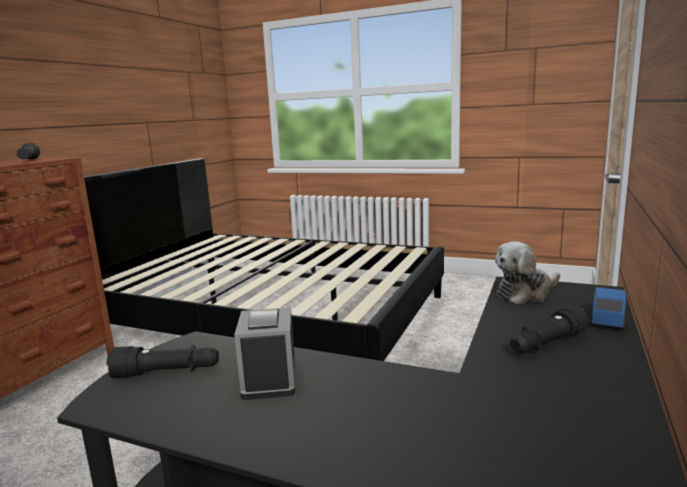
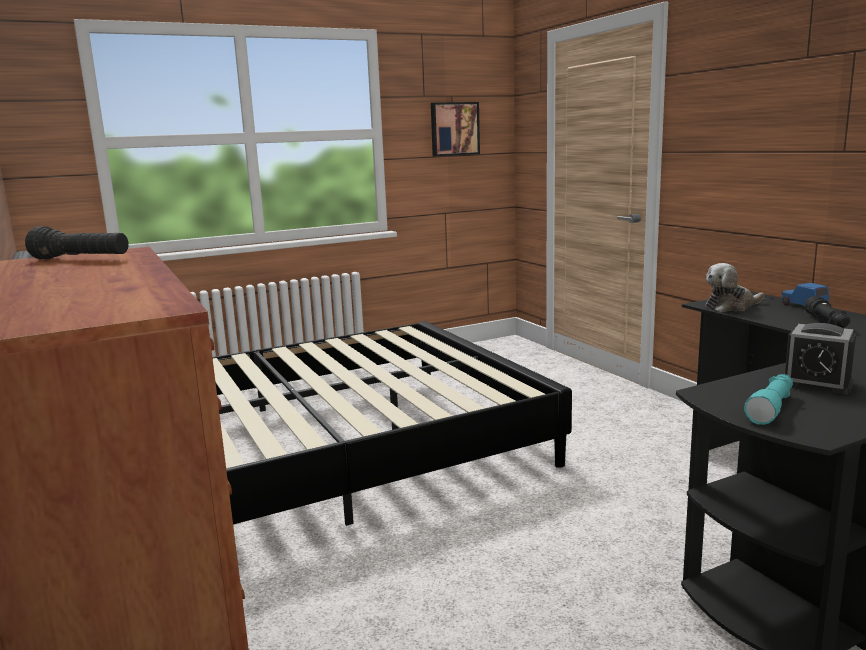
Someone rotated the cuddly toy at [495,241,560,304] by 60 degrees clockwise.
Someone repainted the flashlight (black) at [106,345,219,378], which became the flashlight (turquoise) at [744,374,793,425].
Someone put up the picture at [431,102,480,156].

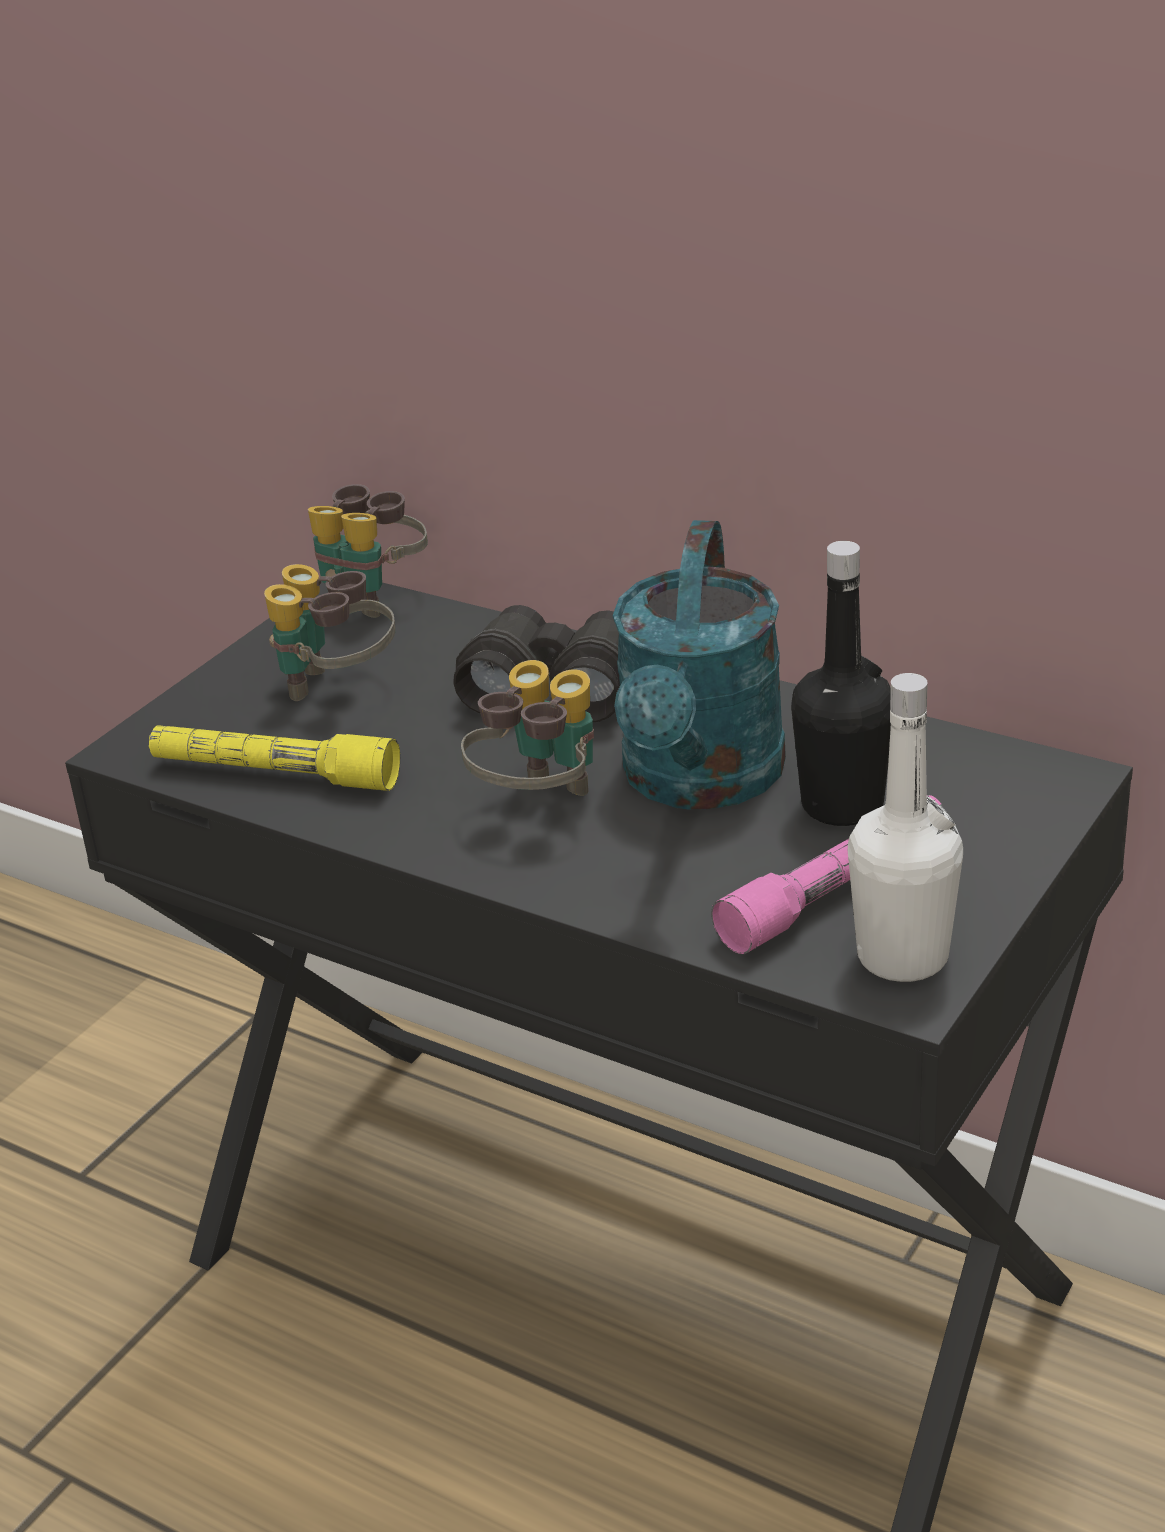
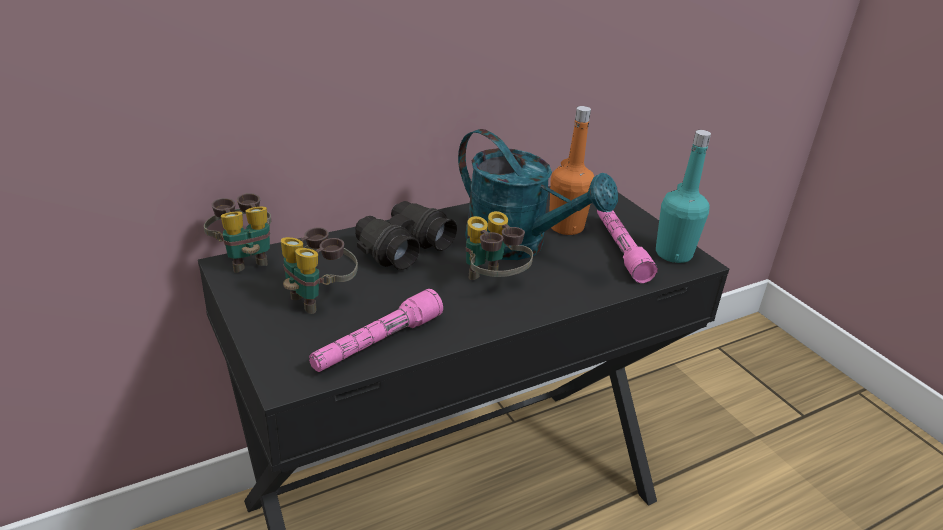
Someone repainted the bottle (black) at [791,541,891,826], which became the bottle (orangey) at [549,106,594,235].
Someone repainted the bottle (white-coloured) at [848,673,963,982], which became the bottle (turquoise) at [656,130,711,263].
Someone repainted the flashlight (yellow-coloured) at [149,725,400,791], which became the flashlight (pinkish) at [309,289,443,372].

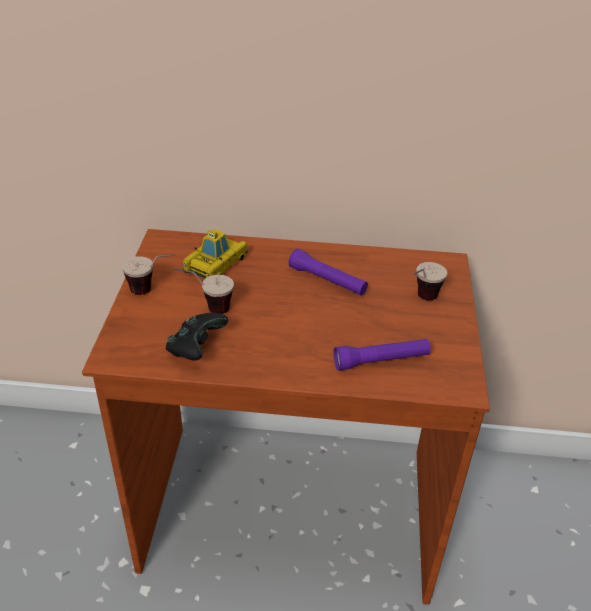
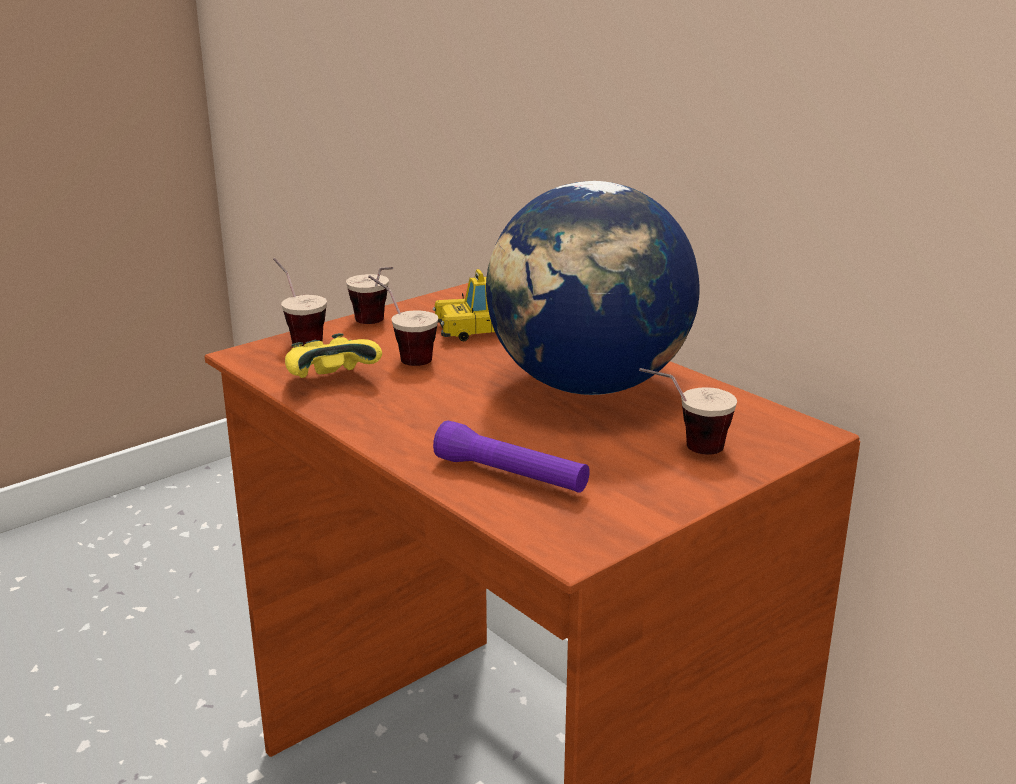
Someone swapped the flashlight (purple-coloured) at [289,249,368,296] for the globe at [486,181,700,395].
Someone repainted the gamepad (black) at [166,313,228,360], which became the gamepad (yellow-coloured) at [285,333,382,378].
Someone put down the cup at [273,258,327,346].

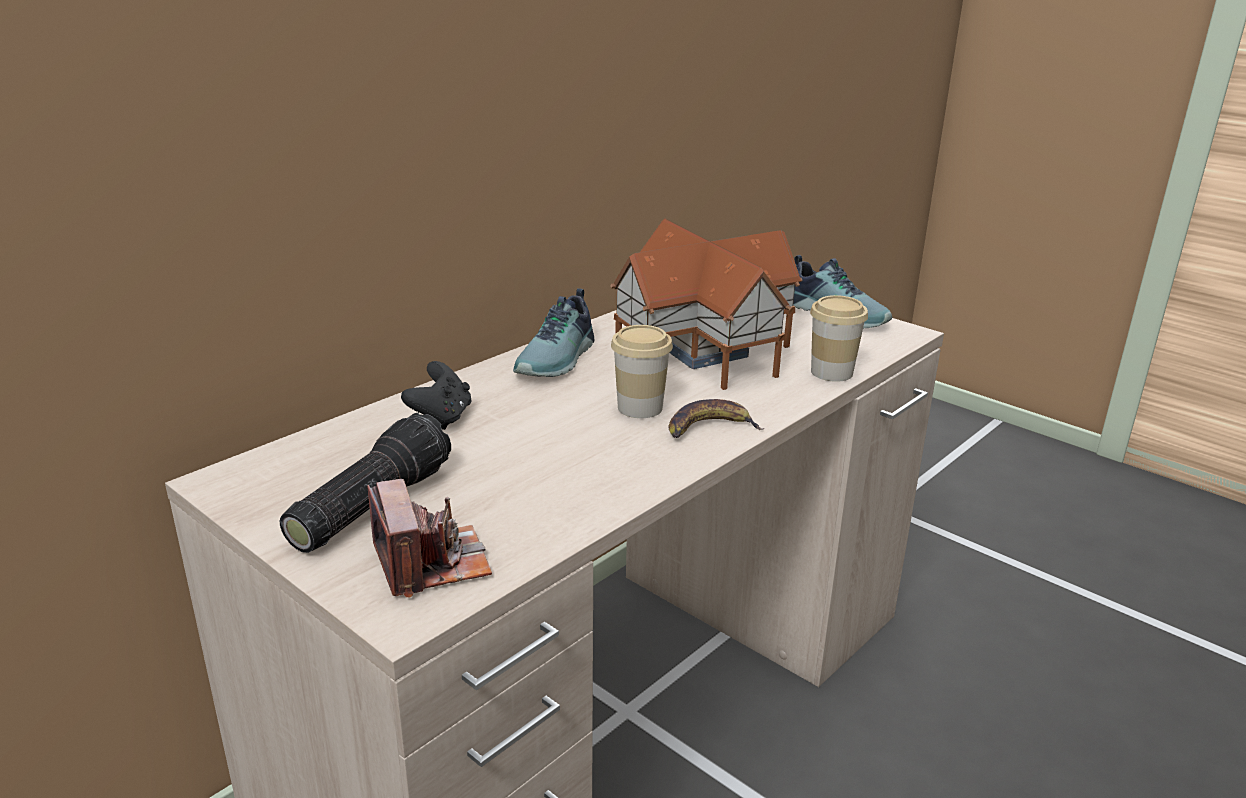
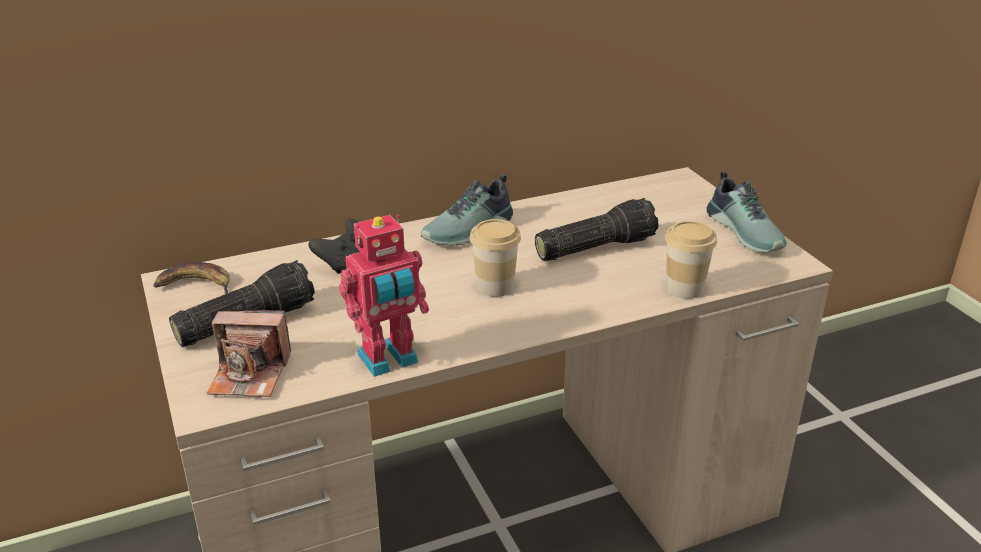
Someone swapped the miniature house at [610,219,803,390] for the flashlight at [535,198,658,261].
Someone carried the banana from [669,399,764,438] to [153,262,230,294].
Someone rotated the still camera at [367,479,492,598] by 90 degrees clockwise.
Someone put down the robot figure at [339,215,429,377].

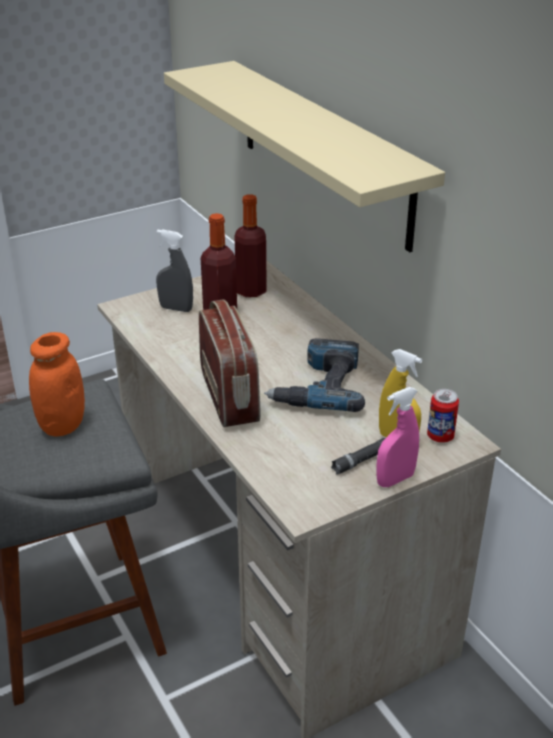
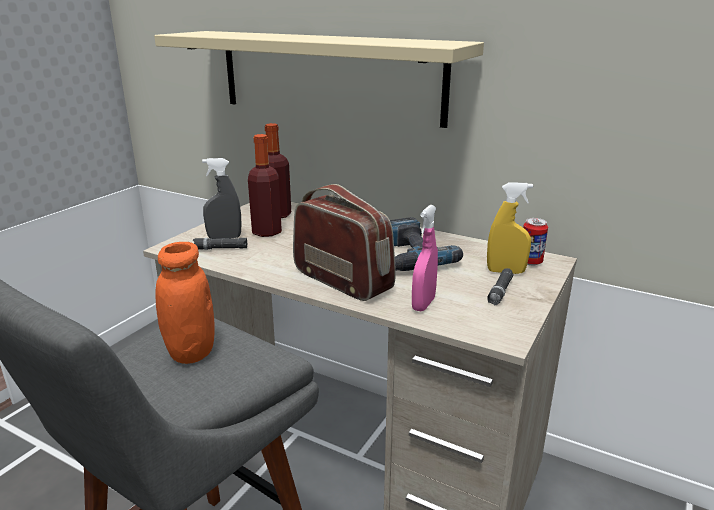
Someone carried the hand sprayer (pinkish) from [376,387,419,487] to [412,205,438,311].
Someone put down the flashlight (black) at [193,238,247,250].

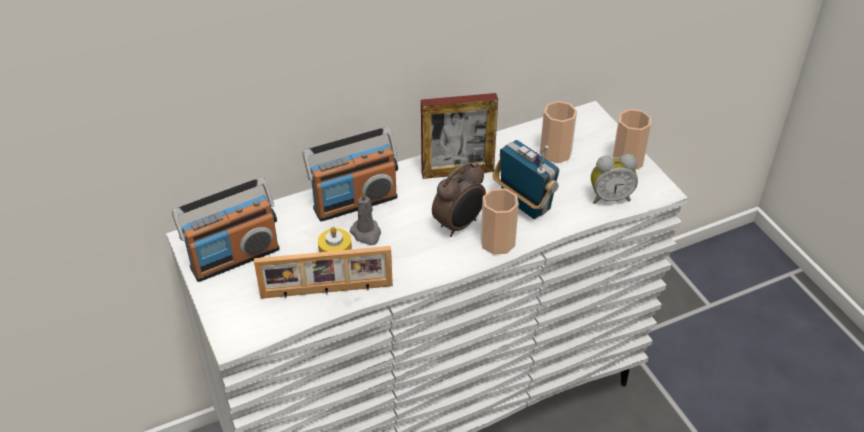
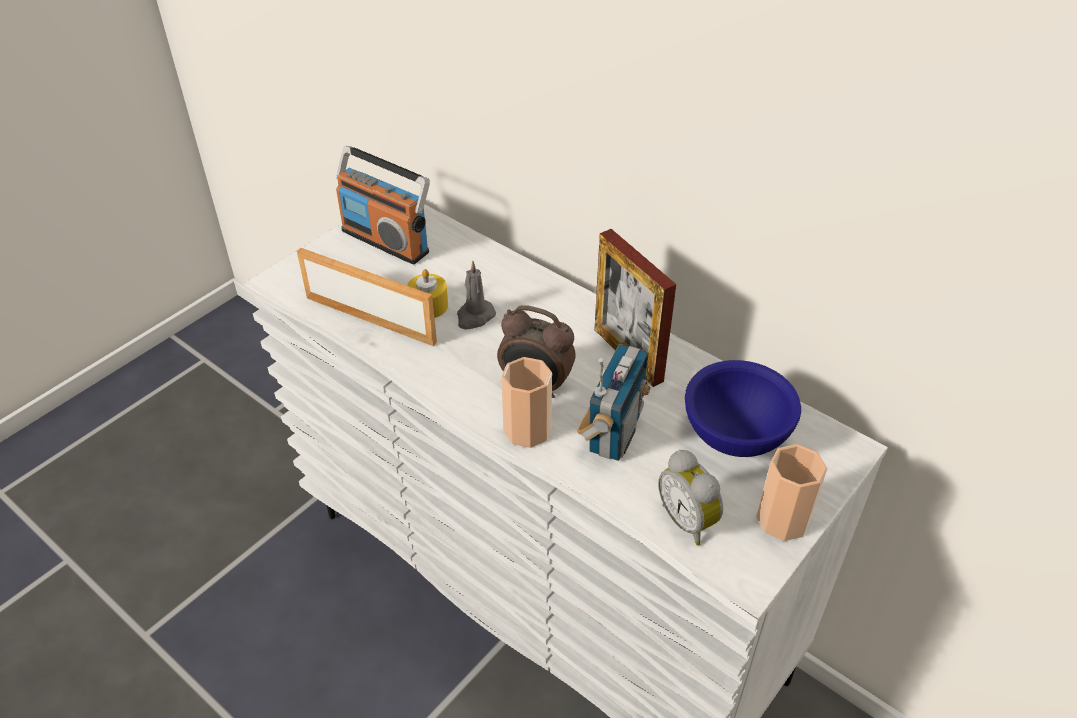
Someone swapped the cup at [540,101,577,163] for the bowl (blue) at [685,360,801,457].
Someone took away the radio at [302,127,398,221].
Someone rotated the standing frame at [254,246,393,299] by 150 degrees clockwise.

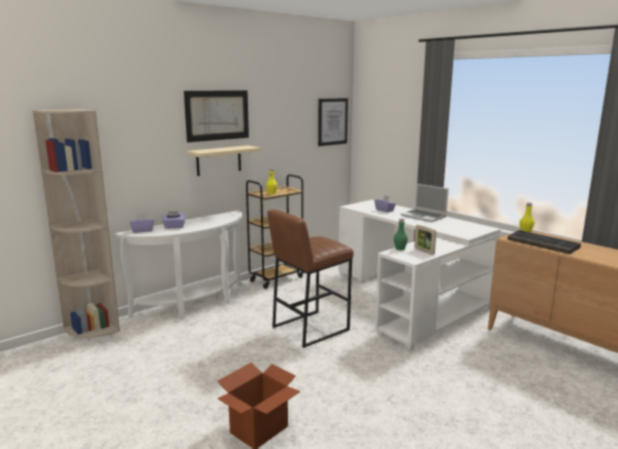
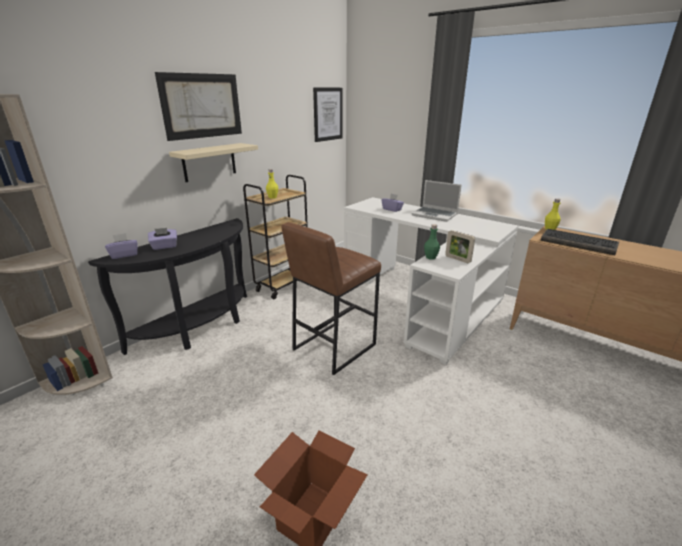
Someone repainted the hall table (white-coloured) at [115,210,242,319], which became the hall table (black) at [88,218,247,355].

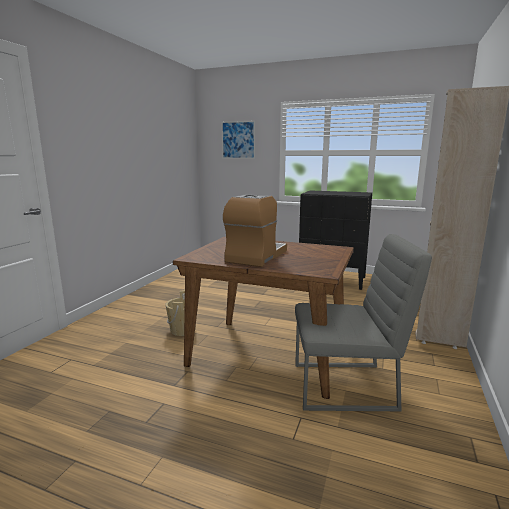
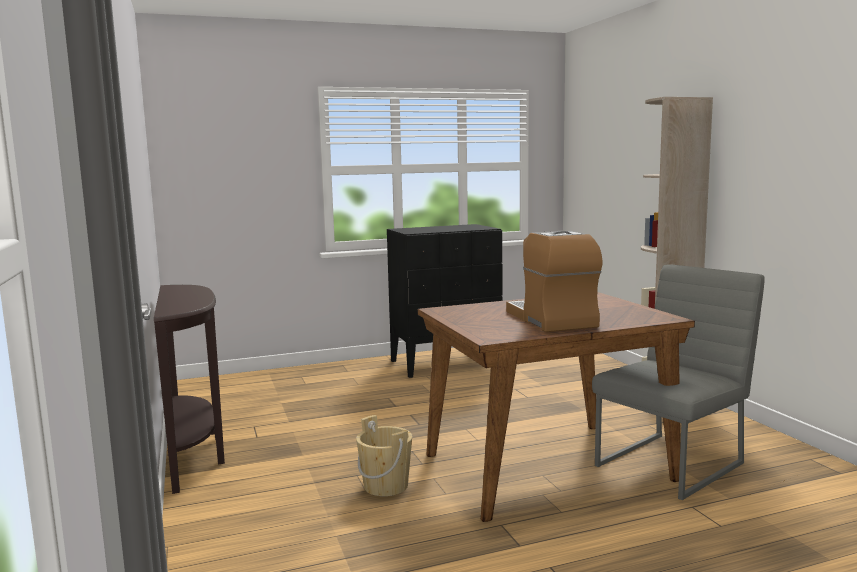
Someone took away the picture at [221,120,255,159].
Someone put down the hall table (brown) at [154,285,225,494].

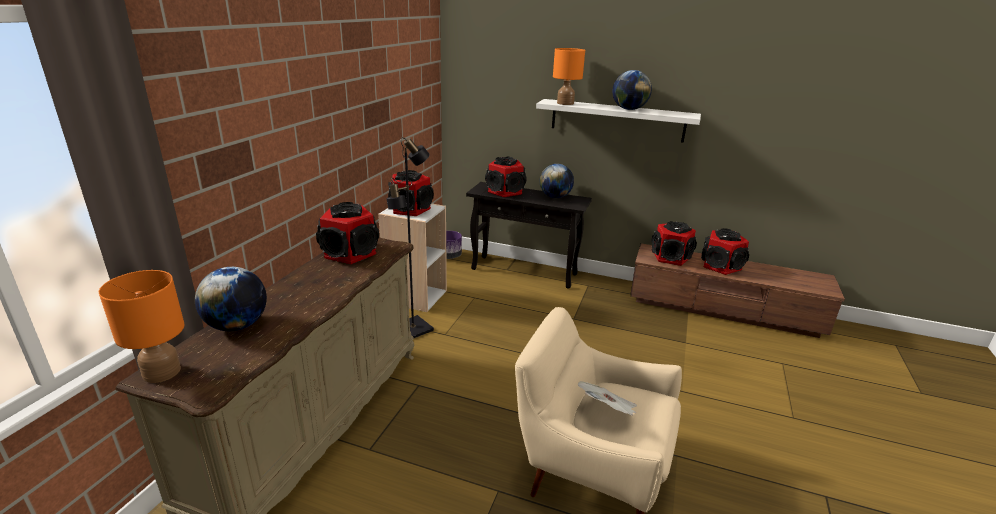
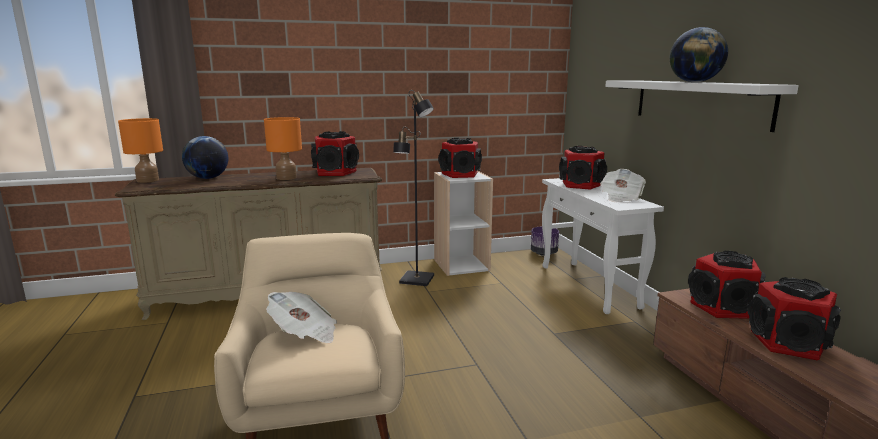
Someone carried the tabletop lamp (orangey) from [553,48,585,105] to [264,117,302,180].
Someone swapped the globe at [540,164,574,198] for the daily paper at [600,169,646,202].
Someone repainted the hall table (black) at [466,182,592,289], which became the hall table (white-coloured) at [542,178,664,314].

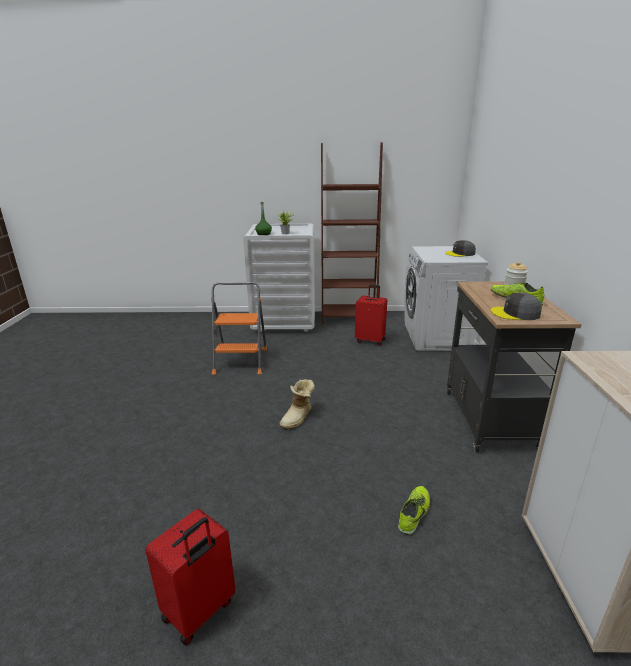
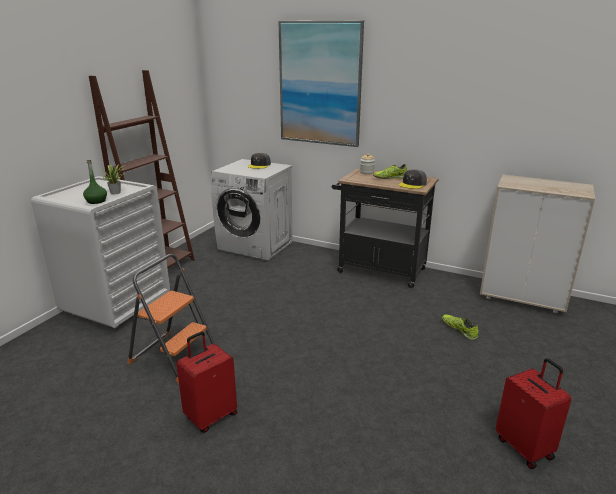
Someone carried the piece of luggage (reddish) from [355,284,387,346] to [176,332,237,433].
Someone took away the tall boot at [279,379,315,430].
Someone put up the picture at [278,21,364,147].

